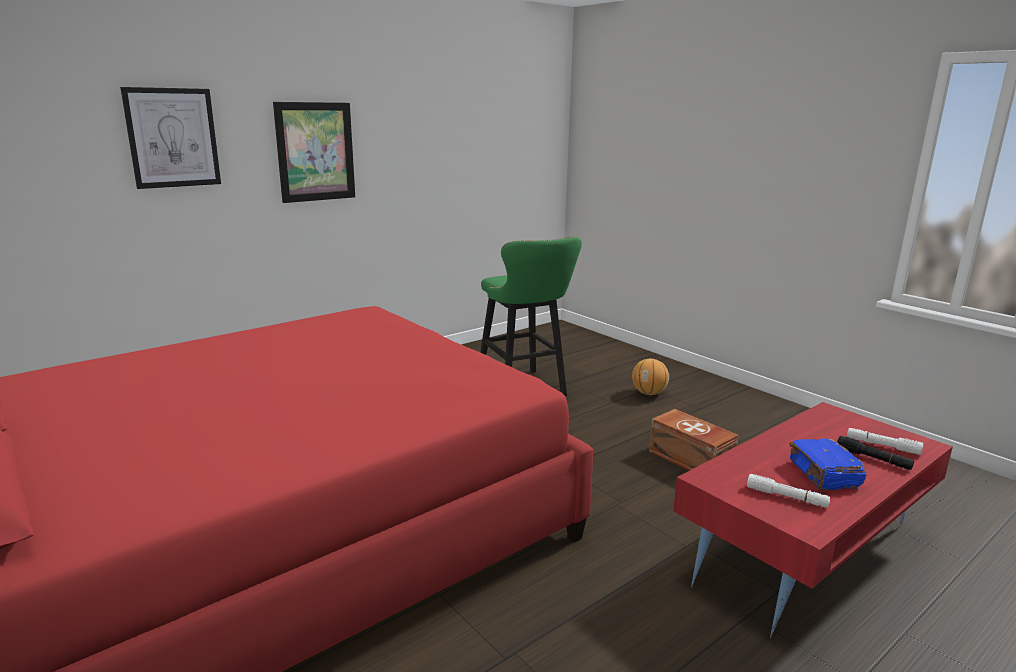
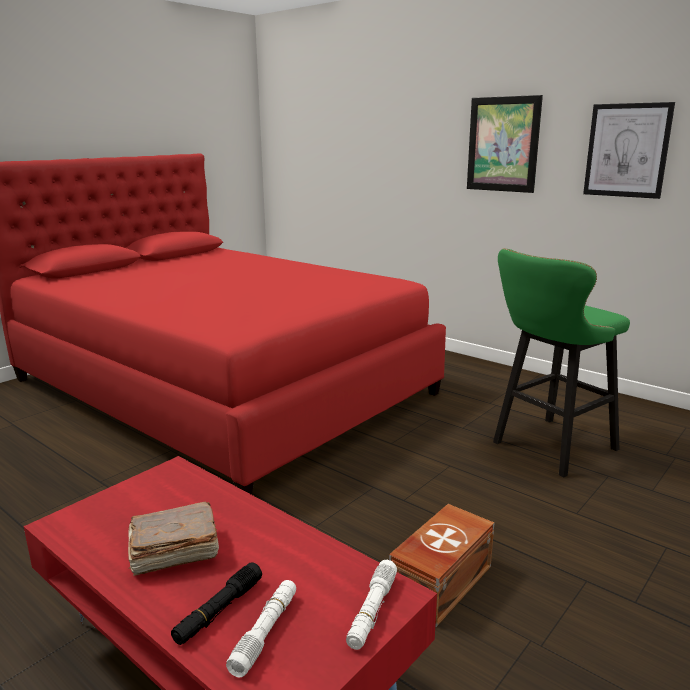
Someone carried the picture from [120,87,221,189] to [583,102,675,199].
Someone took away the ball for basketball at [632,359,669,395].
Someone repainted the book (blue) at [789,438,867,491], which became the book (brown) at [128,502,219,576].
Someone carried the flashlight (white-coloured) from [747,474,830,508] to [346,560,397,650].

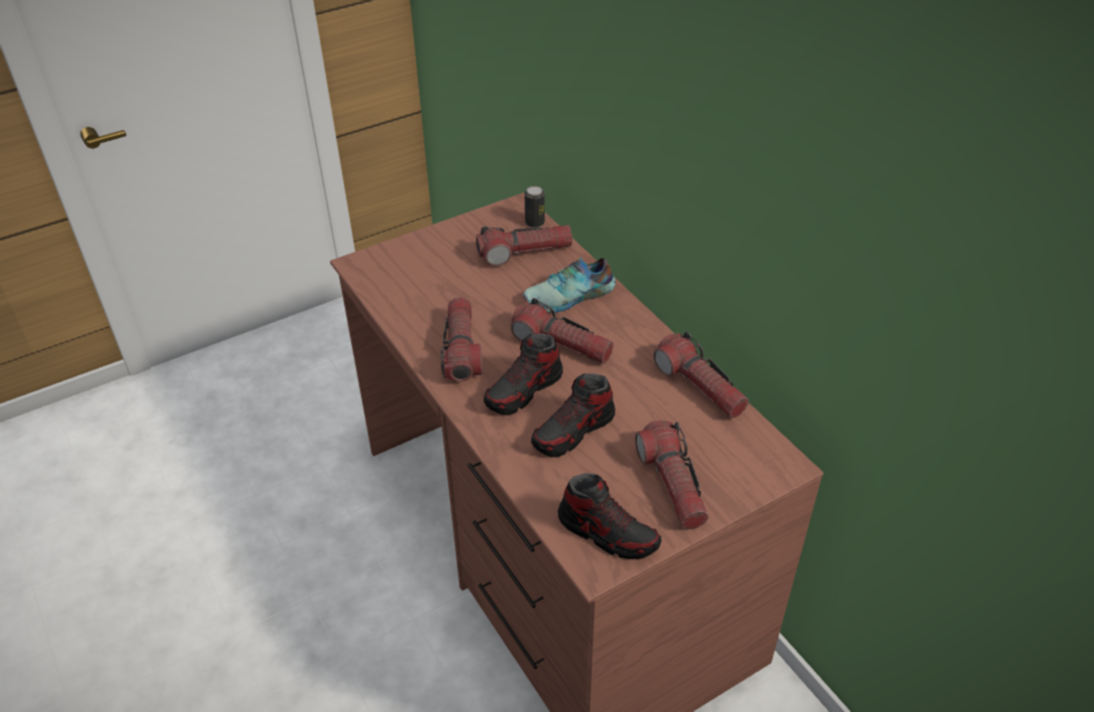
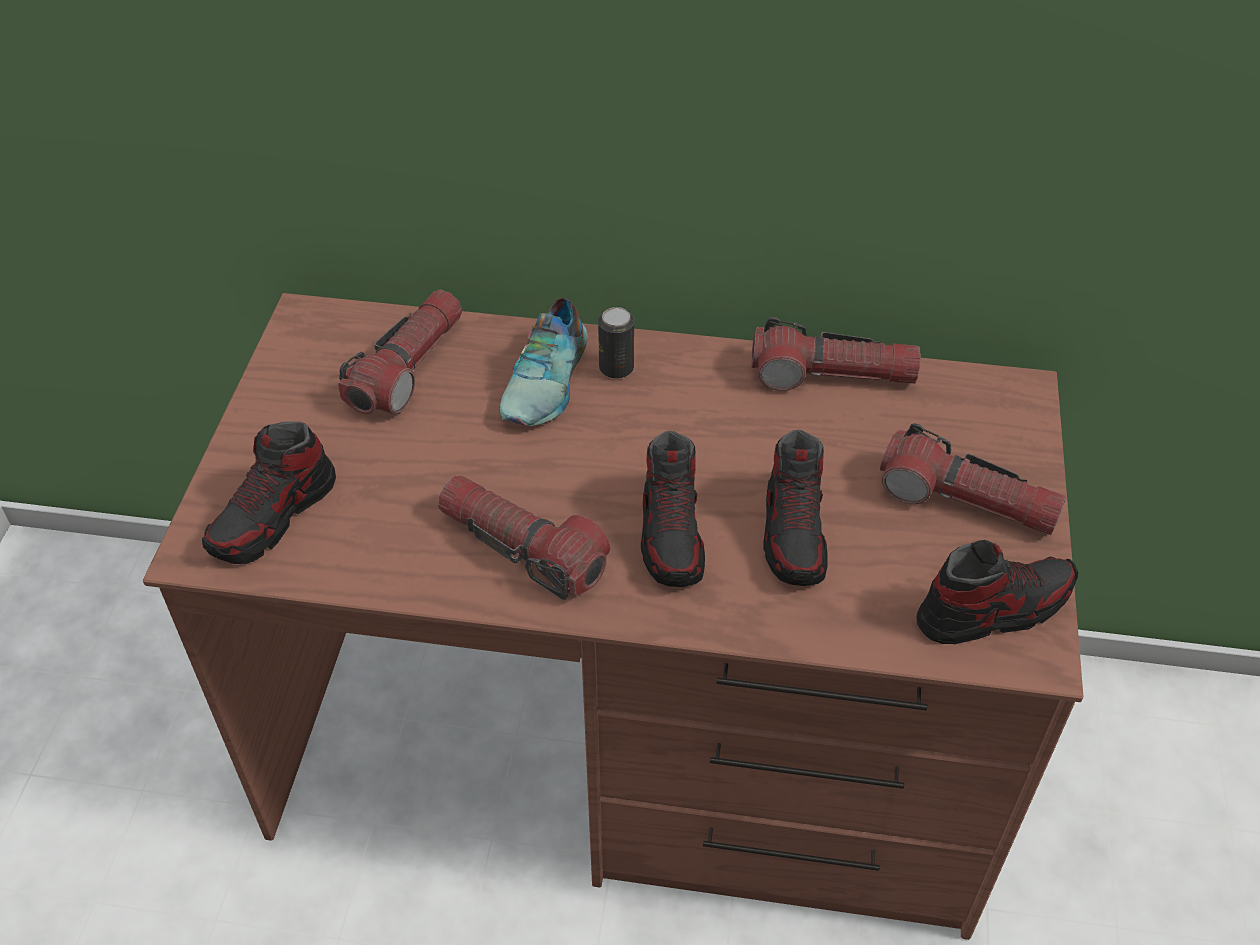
Someone carried the metal can from [524,186,545,228] to [598,307,634,379].
Someone took away the flashlight at [510,298,614,364].
Someone put down the low shoe at [202,422,336,564].

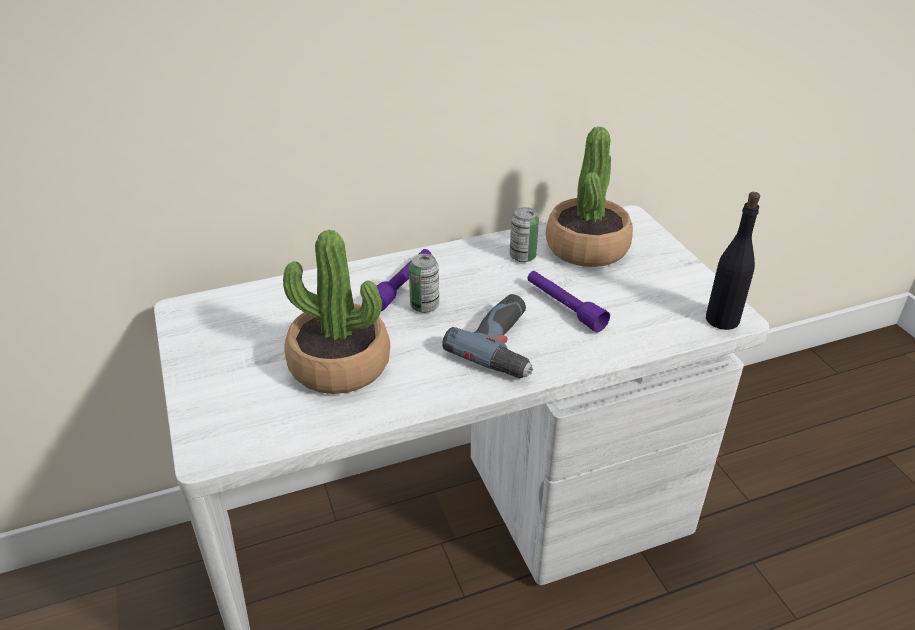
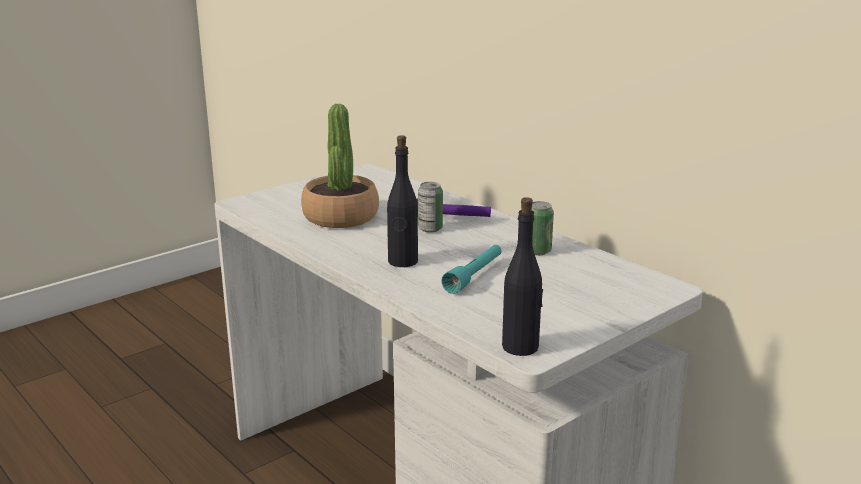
Someone took away the potted plant at [546,127,633,267].
Someone repainted the flashlight (purple-coloured) at [527,271,610,332], which became the flashlight (turquoise) at [441,245,502,294].
Someone swapped the drill at [442,294,533,378] for the bottle (black) at [387,135,418,267].

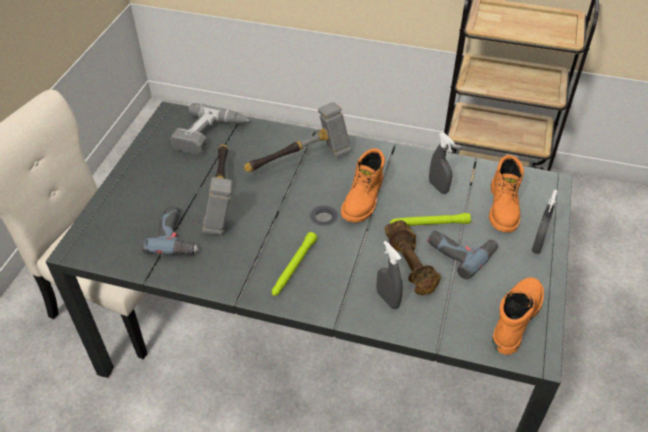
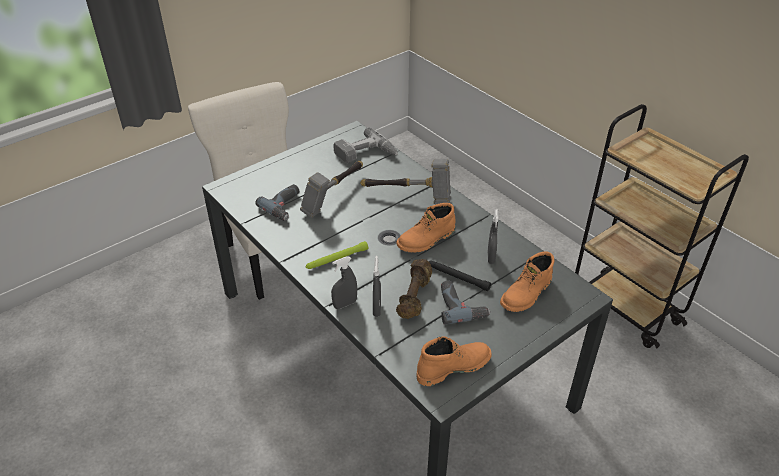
Someone carried the hand sprayer (greyish) from [532,189,558,254] to [331,256,357,309].
Someone repainted the flashlight (green-coloured) at [390,213,471,226], which became the flashlight (black) at [429,260,491,291].

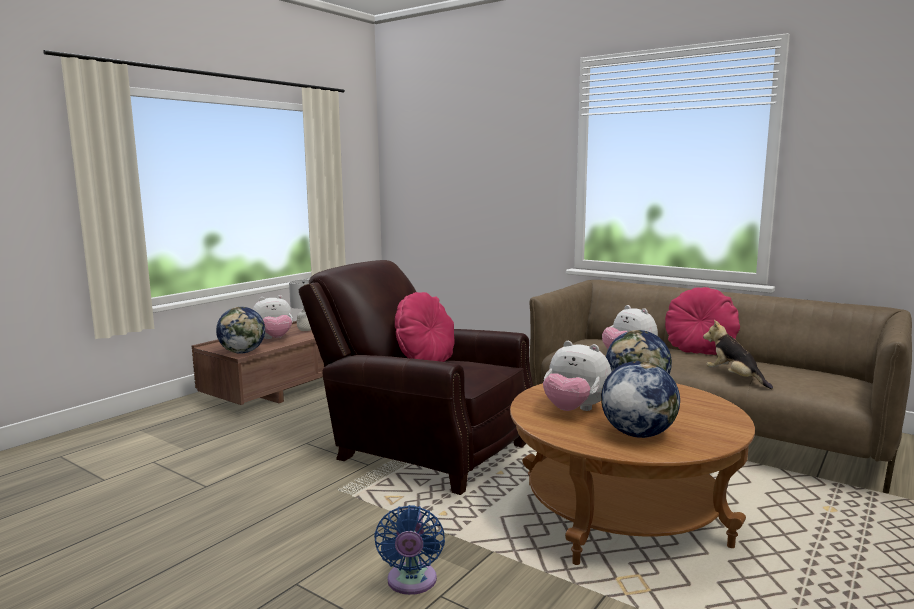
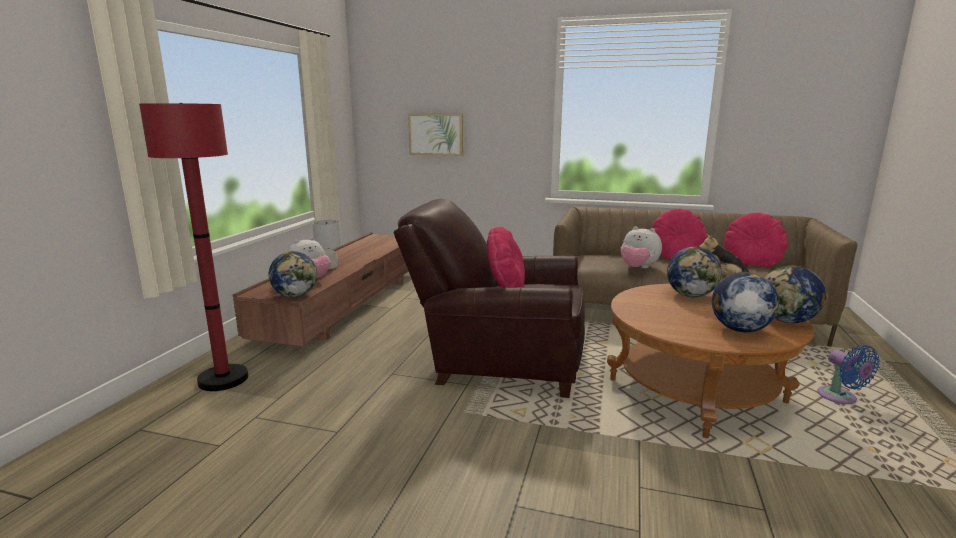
Someone took away the cuddly toy at [543,341,612,411].
Someone carried the fan (blue) from [374,505,445,595] to [817,345,879,404].
Someone put down the standing lamp (reddish) at [139,103,248,391].
Someone put up the picture at [408,114,463,156].
Someone put down the pillow (pinkish) at [724,213,789,267].
Someone put down the globe at [765,266,826,323].

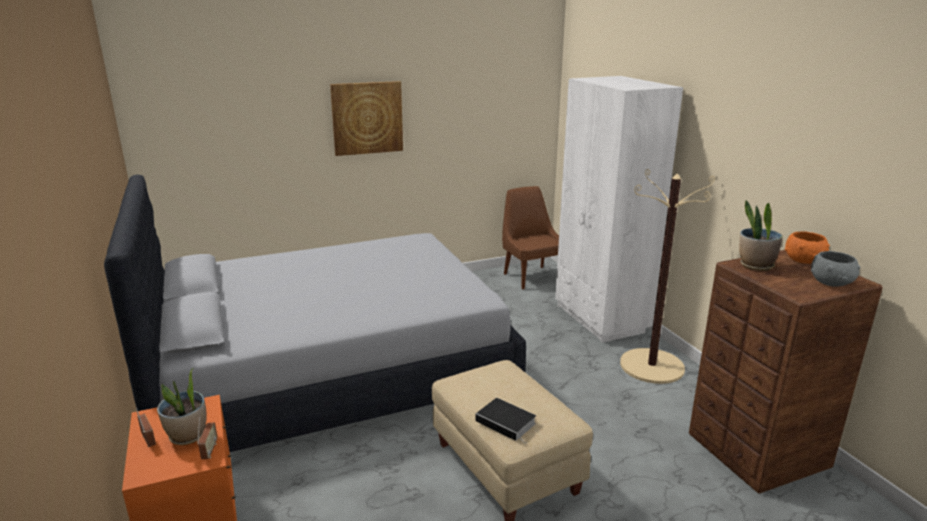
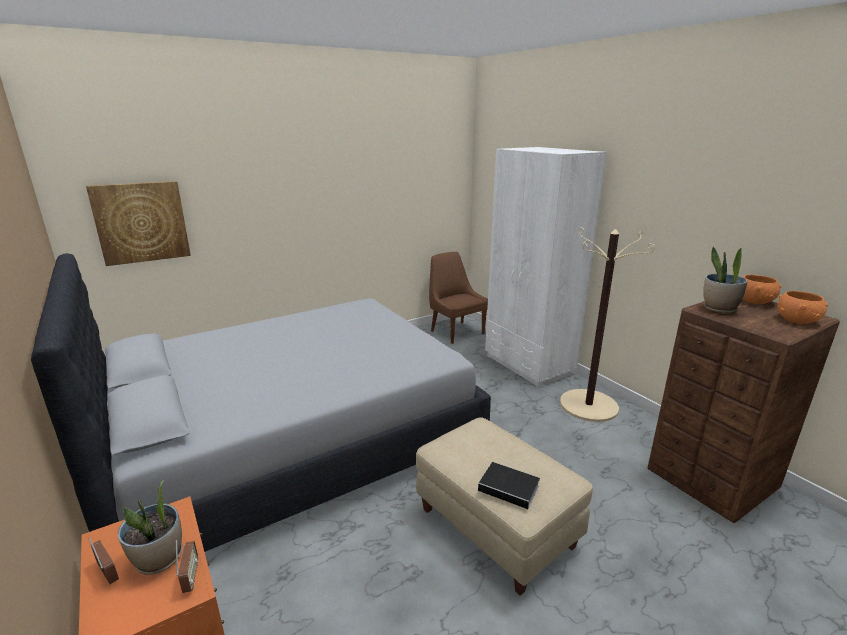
Someone carried the picture from [330,81,403,156] to [86,181,191,266].
Someone repainted the bowl (greyish) at [811,251,860,287], which became the bowl (orangey) at [777,291,828,324].

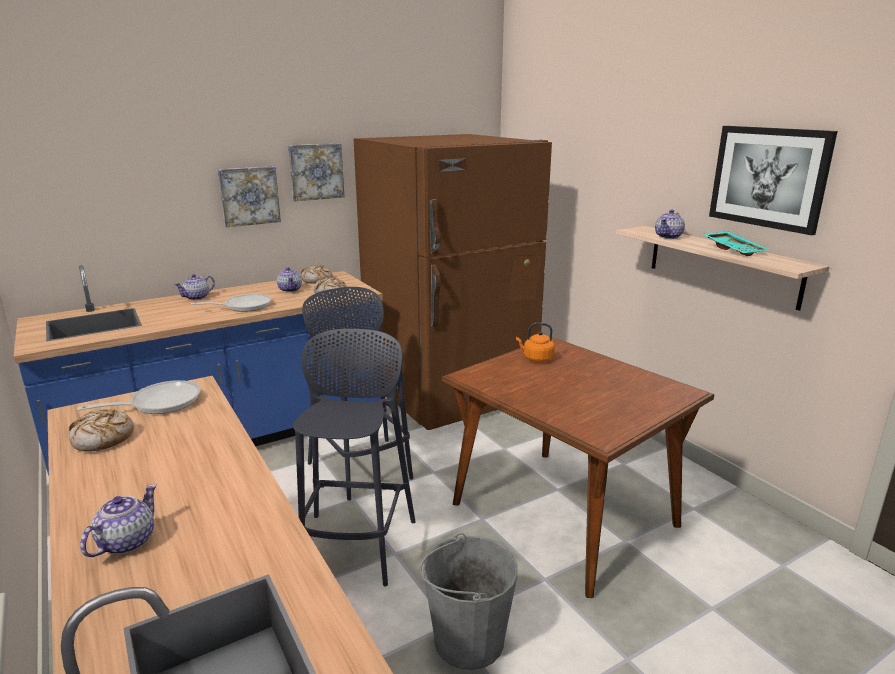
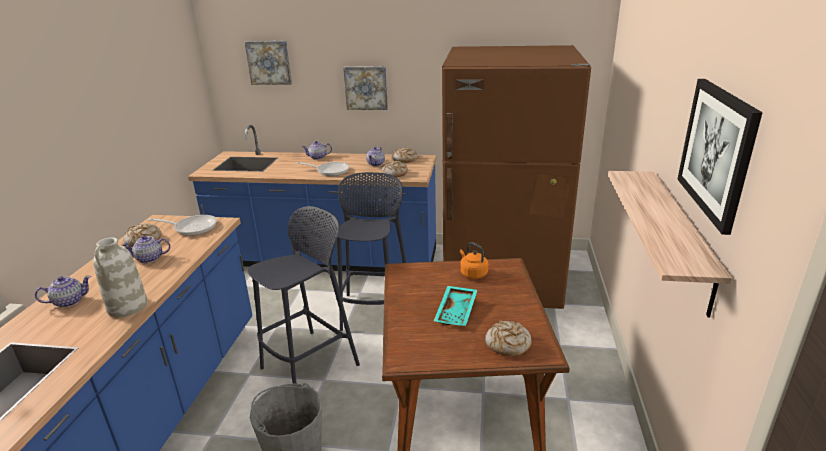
Someone carried the picture from [288,143,344,201] to [245,41,292,85].
Someone carried the pot for tea from [655,209,685,239] to [121,235,170,263].
Someone carried the serving tray (turquoise) from [703,231,768,256] to [434,286,478,326].
Someone put down the flower vase (white-coloured) at [93,238,148,317].
Someone put down the baked bread at [485,321,532,356].

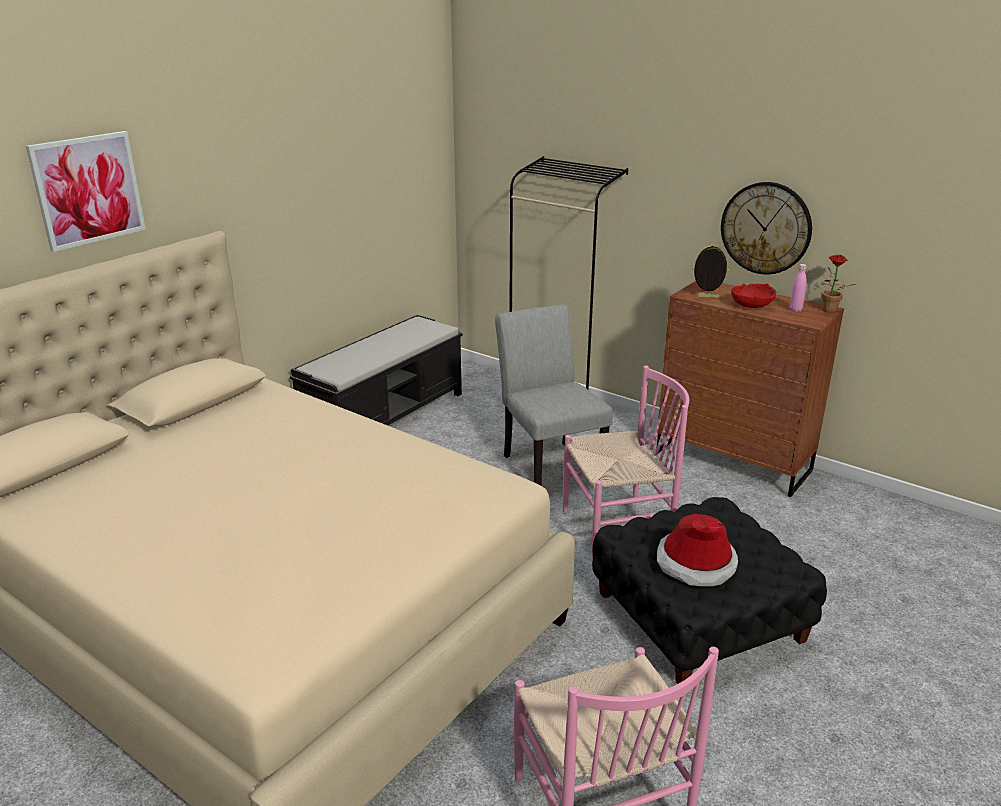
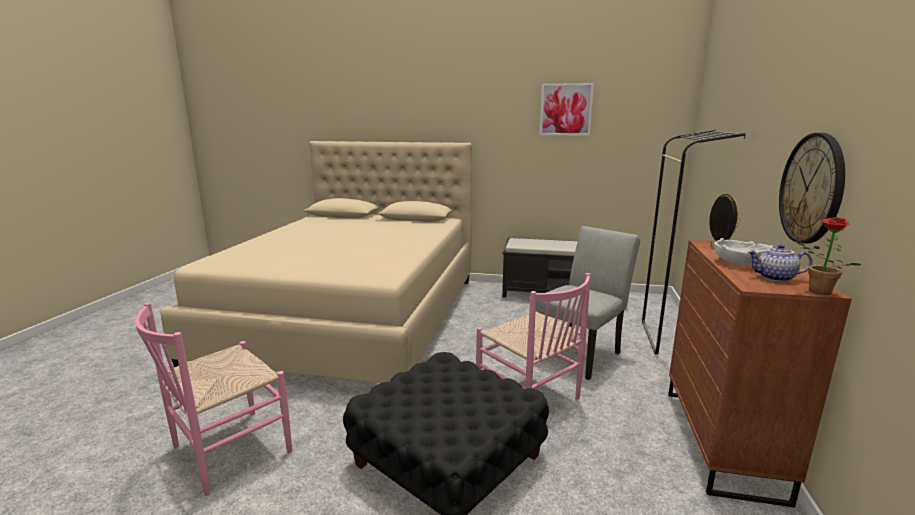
Someone carried the picture from [26,131,146,252] to [540,83,594,136].
Someone swapped the bottle (pinkish) at [790,264,807,312] for the pot for tea at [748,244,812,282].
Someone repainted the bowl (reddish) at [732,283,776,308], which became the bowl (white-coloured) at [714,238,773,265].
Someone took away the hat at [657,514,738,586].

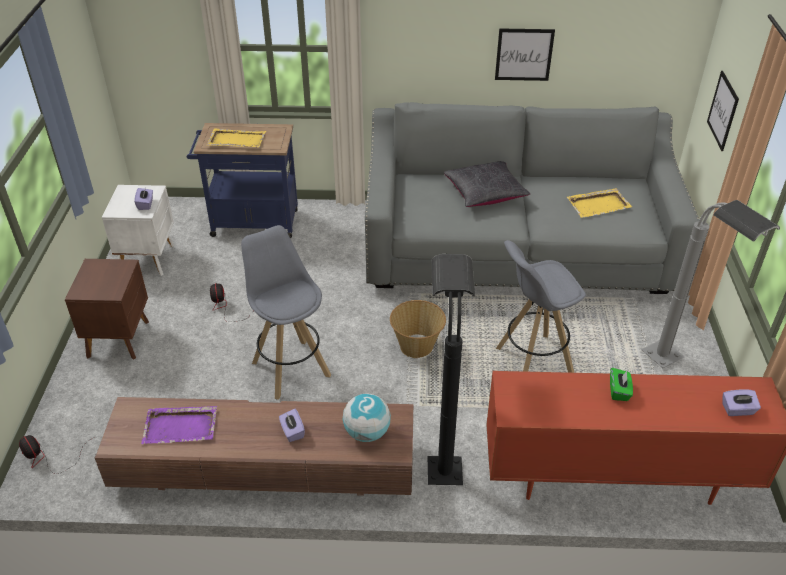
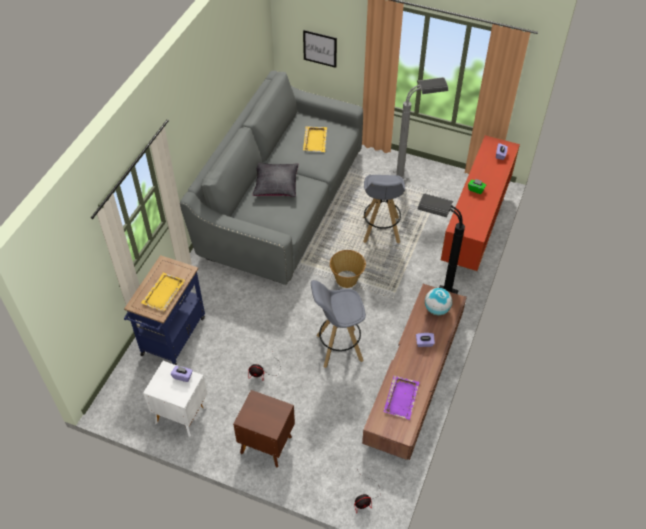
Someone took away the picture at [495,28,555,81].

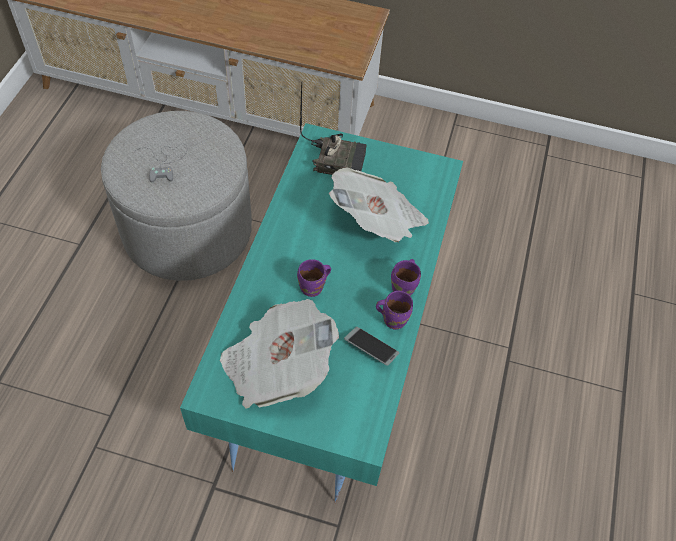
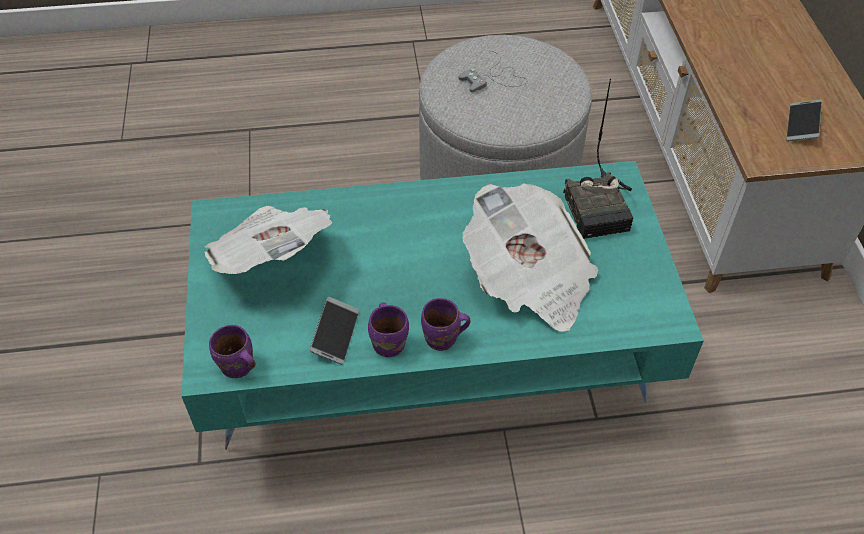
Someone carried the coffee mug (purple-coloured) from [297,259,331,297] to [209,325,256,378].
Someone put down the telephone at [786,99,822,141].

